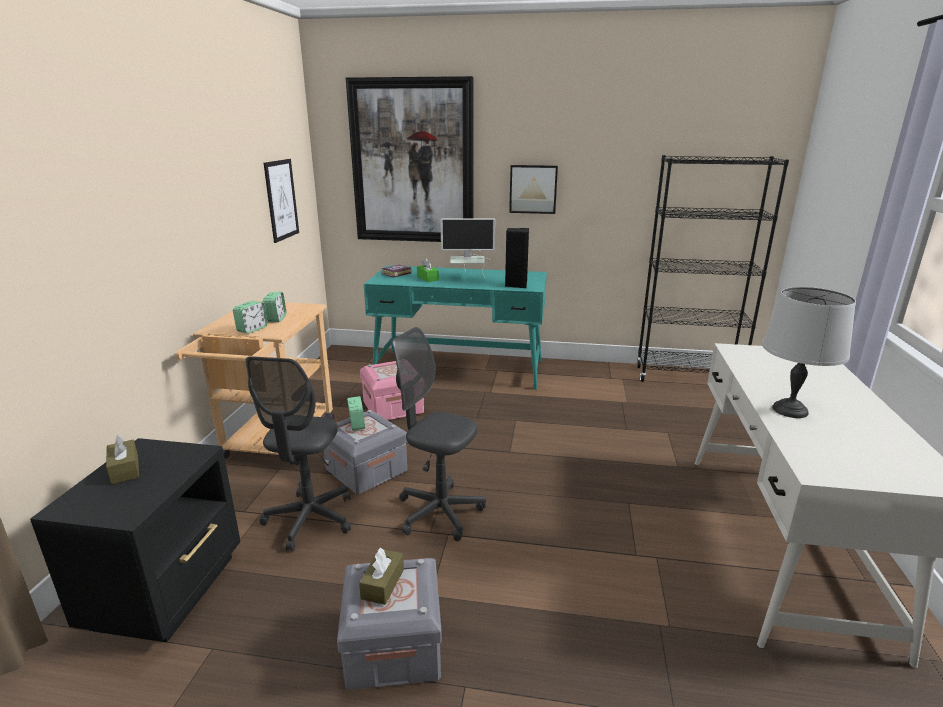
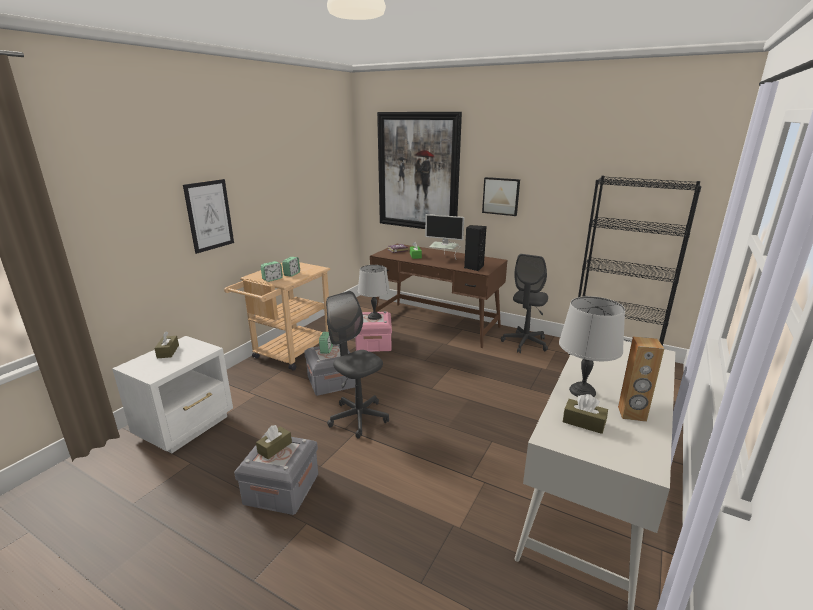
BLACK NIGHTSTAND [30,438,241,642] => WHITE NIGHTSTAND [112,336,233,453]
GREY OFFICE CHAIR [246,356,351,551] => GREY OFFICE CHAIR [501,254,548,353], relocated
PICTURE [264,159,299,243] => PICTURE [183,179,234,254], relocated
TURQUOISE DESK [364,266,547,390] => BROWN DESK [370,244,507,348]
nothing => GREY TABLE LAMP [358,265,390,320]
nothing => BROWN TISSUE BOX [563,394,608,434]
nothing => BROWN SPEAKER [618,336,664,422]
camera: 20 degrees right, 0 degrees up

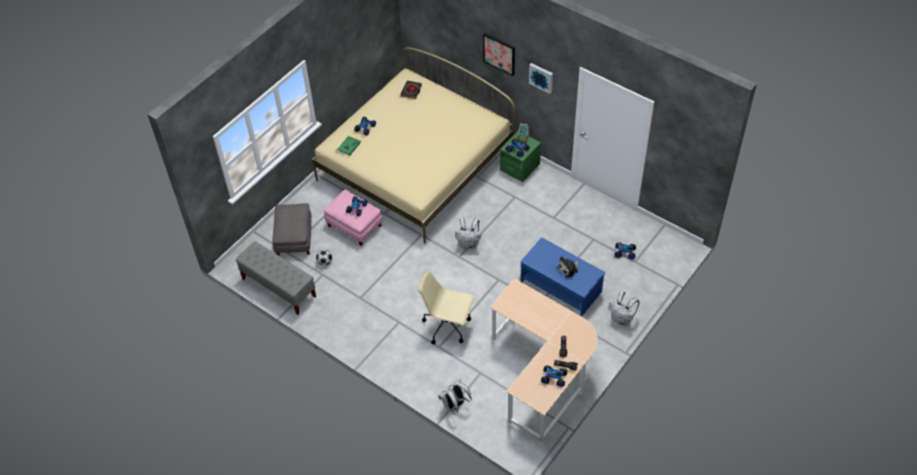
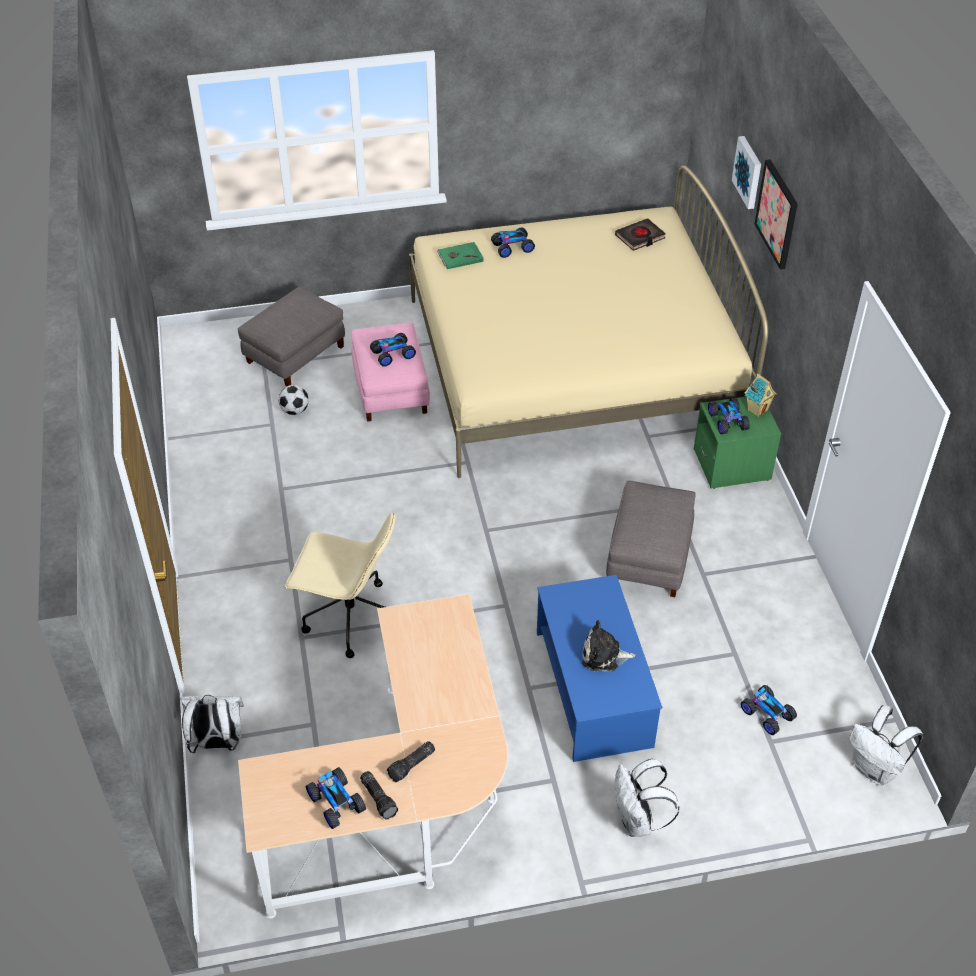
GREY BENCH [236,241,316,315] => nothing
BEIGE OFFICE CHAIR [419,270,475,344] => BEIGE OFFICE CHAIR [285,512,396,658], 135 degrees clockwise
WHITE BACKPACK [455,218,481,249] => WHITE BACKPACK [849,705,923,785], relocated
PICTURE [529,63,553,94] => PICTURE [732,136,761,209], relocated
nothing => GREY OTTOMAN [606,480,695,597]
camera: 40 degrees right, 5 degrees down

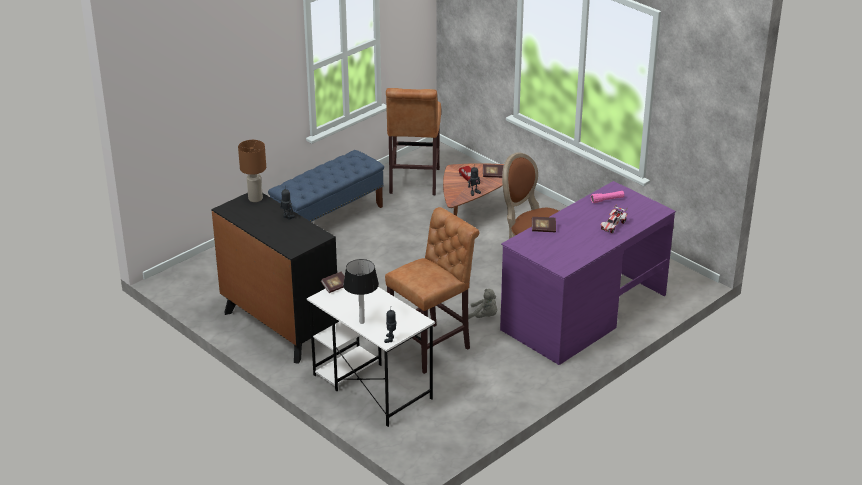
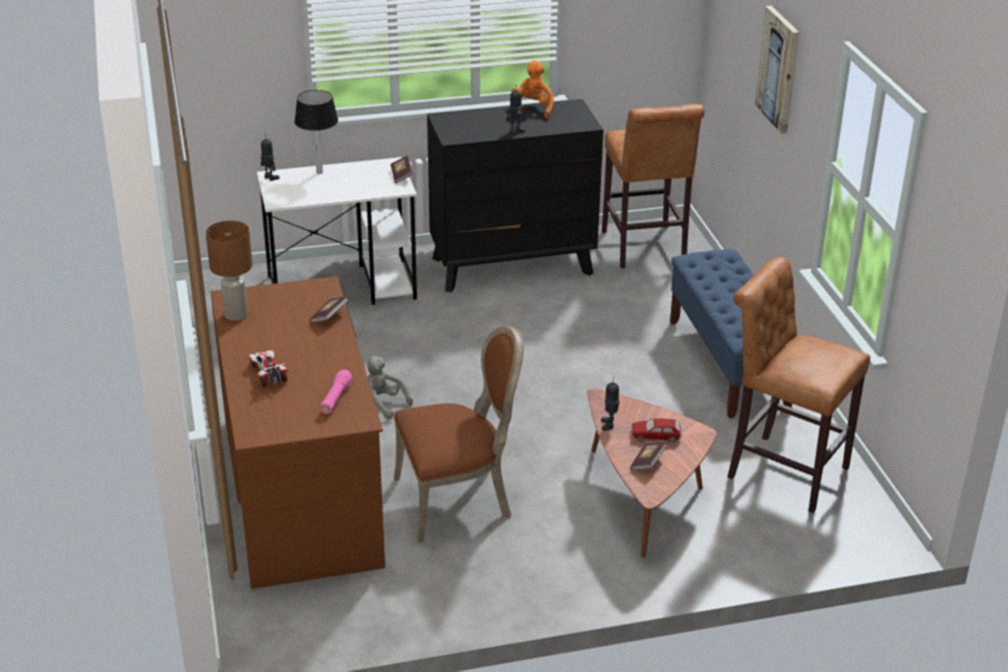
BROWN TABLE LAMP [238,140,266,202] => BROWN TABLE LAMP [206,221,253,321], relocated
BROWN STOOL [385,207,479,374] => BROWN STOOL [602,104,705,269], relocated
GREY PLUSH TOY [468,289,497,319] => GREY PLUSH TOY [367,356,413,419], 75 degrees clockwise
PURPLE DESK [500,181,676,365] => BROWN DESK [211,276,385,589]
nothing => ORANGE PLUSH TOY [512,61,554,119]
nothing => PICTURE [755,6,799,134]
camera: 120 degrees right, 0 degrees up

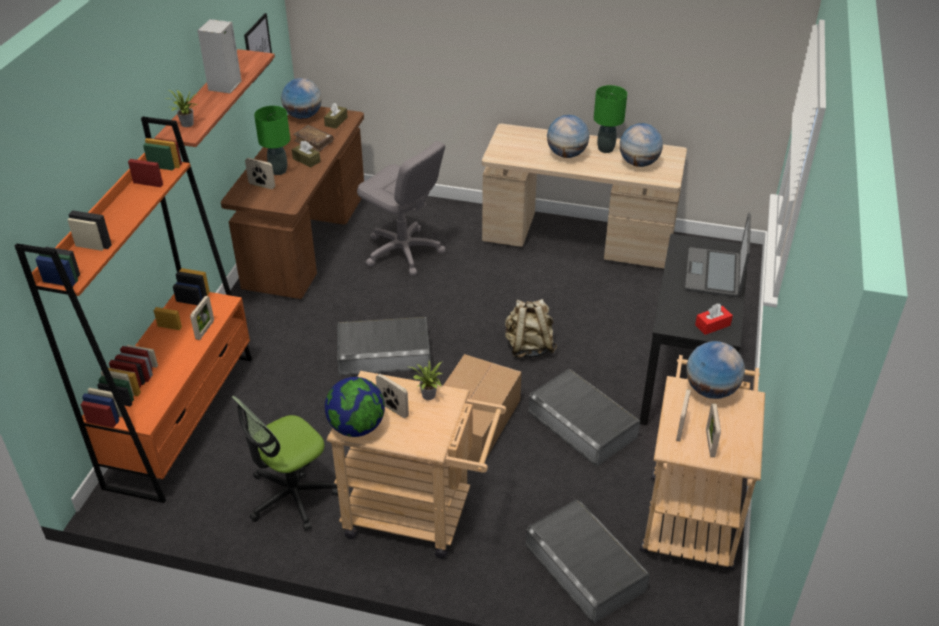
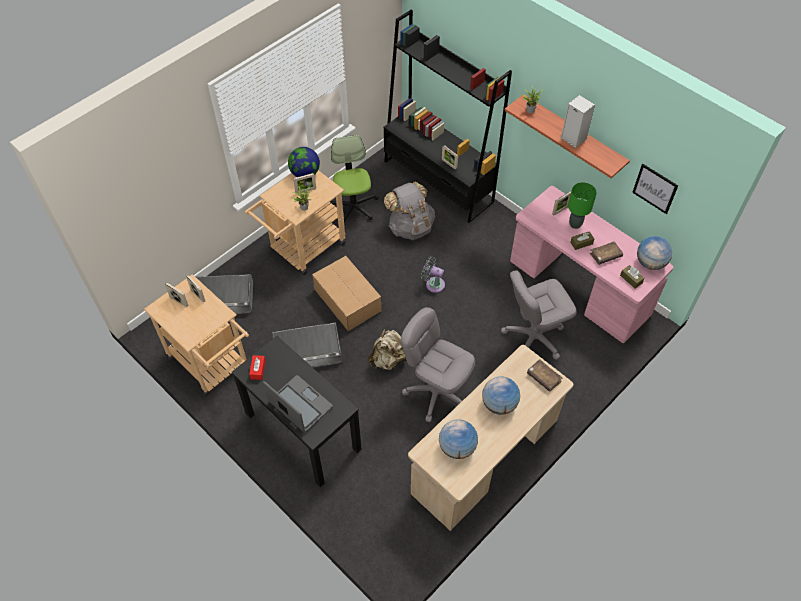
ORANGE BOOKCASE [15,116,252,503] => BLACK BOOKCASE [384,9,512,223]
BROWN DESK [221,107,364,299] => PINK DESK [510,186,674,343]
GREY STORAGE BOX [337,317,431,376] => GREY FAN [421,256,445,293]
GREEN TABLE LAMP [594,85,627,153] => nothing
GLOBE [686,341,745,399] => nothing
nothing => GREY BACKPACK [384,181,435,240]
nothing => GREY OFFICE CHAIR [401,307,475,422]
nothing => BROWN BOOK [527,359,563,392]
camera: 120 degrees right, 15 degrees up

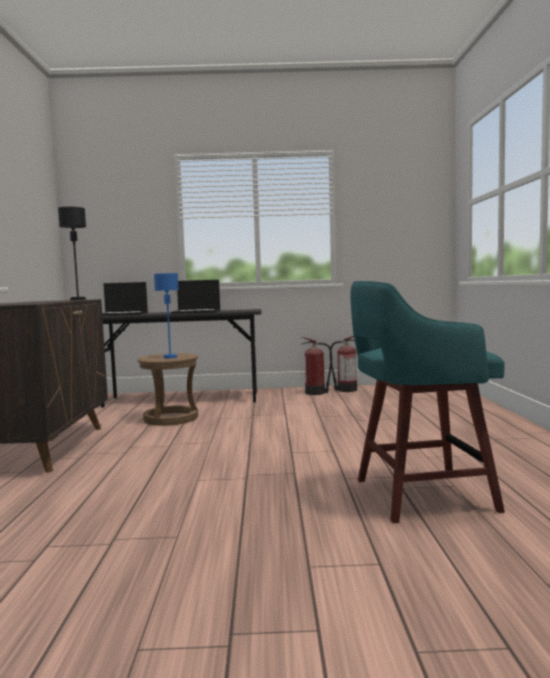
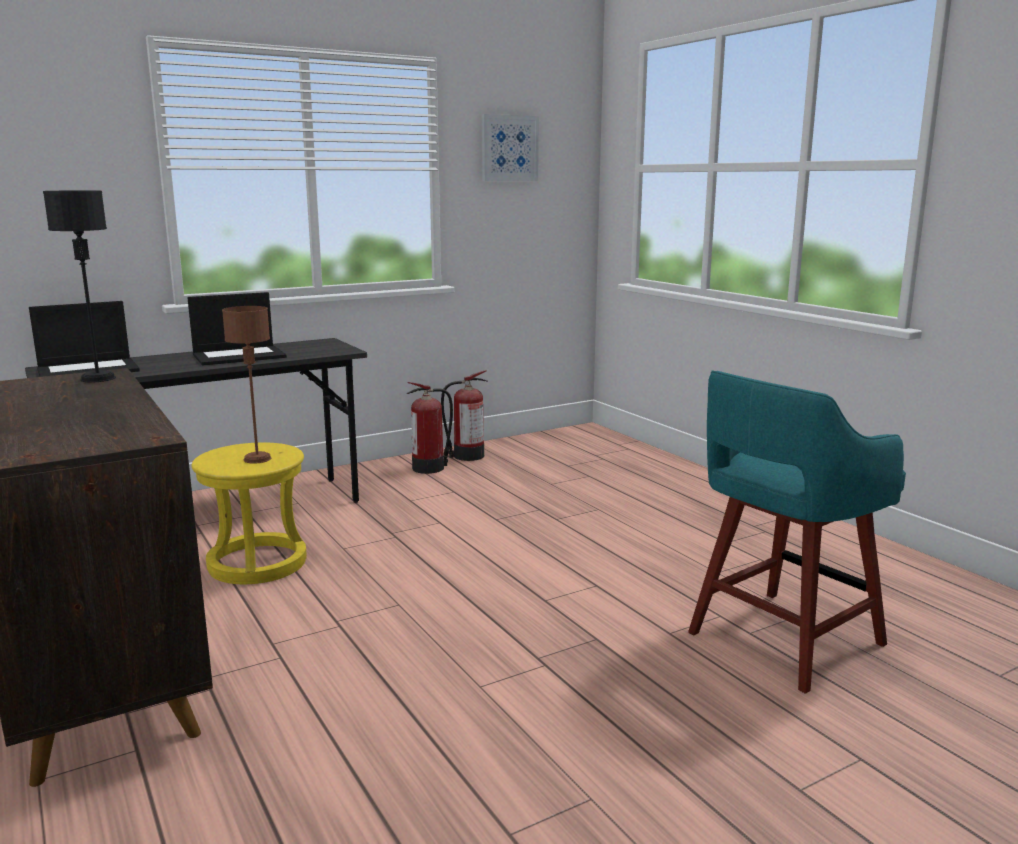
BROWN STOOL [138,353,198,426] => YELLOW STOOL [192,442,307,584]
BLUE TABLE LAMP [154,273,179,358] => BROWN TABLE LAMP [222,306,271,464]
nothing => PICTURE [482,114,539,181]
camera: 30 degrees left, 10 degrees up

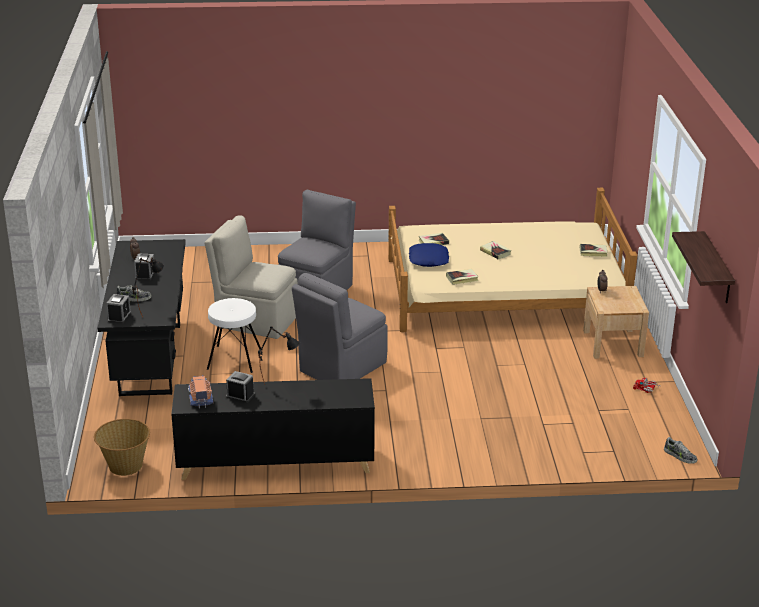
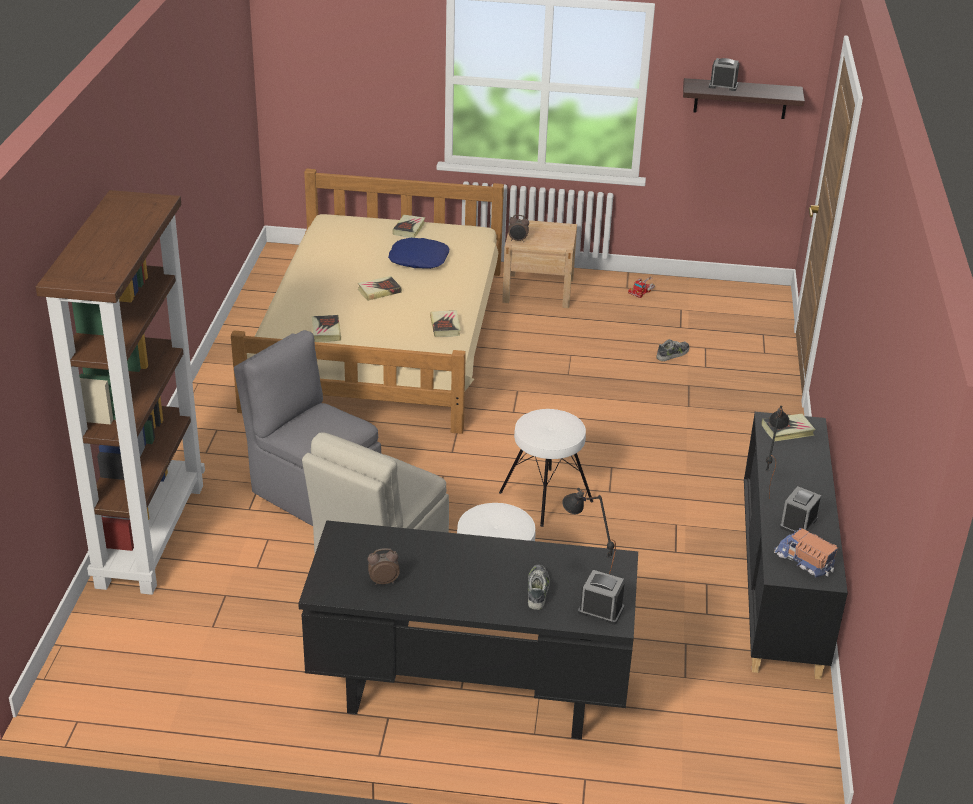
BASKET [94,419,150,476] => nothing
ALARM CLOCK [134,253,154,281] => ALARM CLOCK [709,58,739,91], relocated
TOY TRUCK [188,375,213,408] => TOY TRUCK [774,528,838,577], 45 degrees clockwise
GREY CHAIR [292,273,388,380] => WHITE STOOL [499,409,593,527]
BLUE PILLOW [409,243,449,267] => BLUE PILLOW [388,238,449,269], relocated
SHOE [664,437,697,464] => SHOE [656,339,689,361], relocated
nothing => BROWN BOOKCASE [36,190,205,595]
nothing => BOOK [762,414,816,441]
camera: 80 degrees left, 5 degrees up

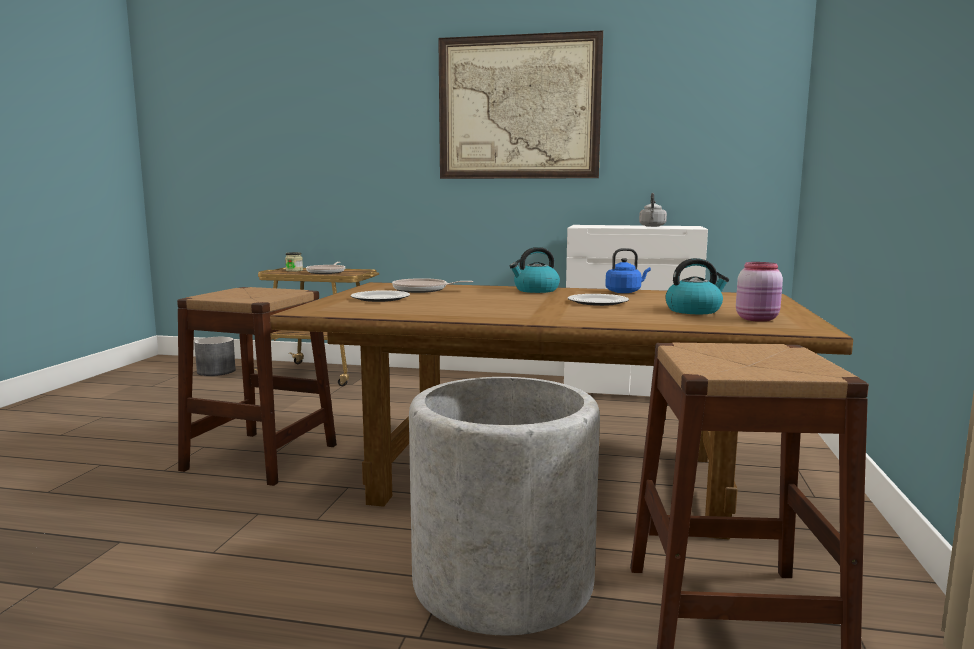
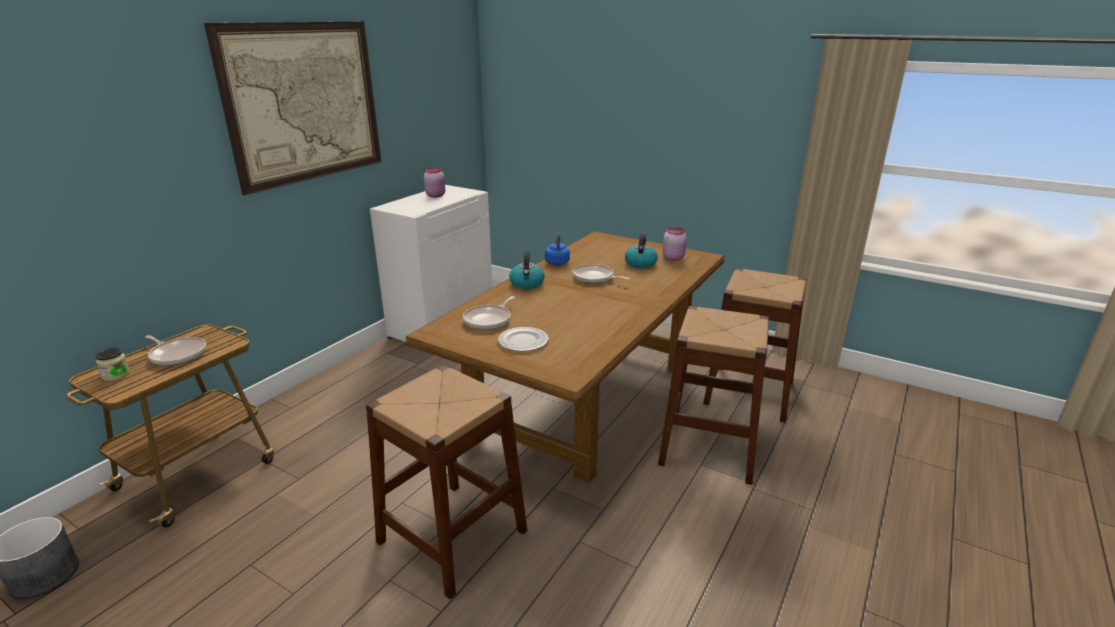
GREY PLANTER [409,377,600,635] => BROWN STOOL [658,306,769,485]
PLATE [568,294,629,306] => FRYING PAN [572,264,630,283]
GREY KETTLE [639,193,667,227] => PINK JAR [424,167,445,197]
camera: 70 degrees left, 15 degrees up

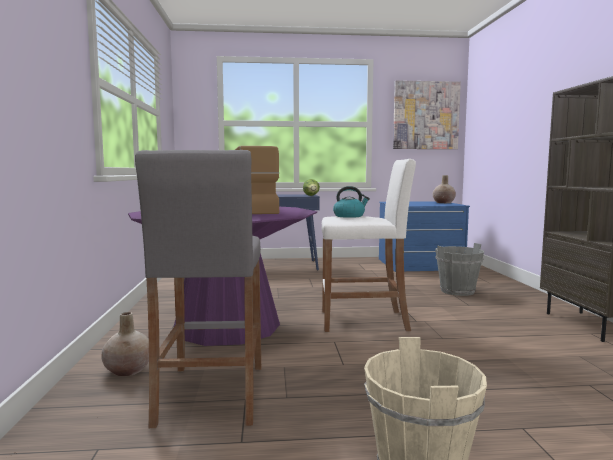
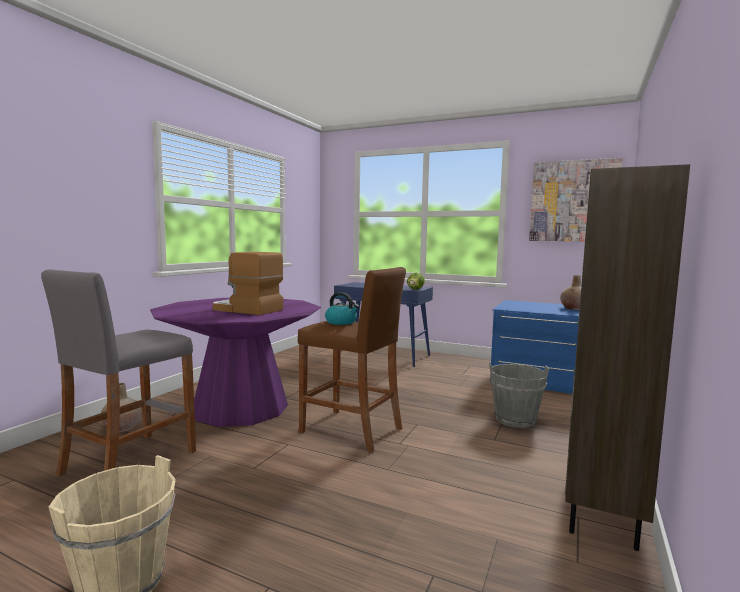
WHITE STOOL [322,159,416,332] => BROWN STOOL [298,267,406,453]
camera: 30 degrees right, 0 degrees up

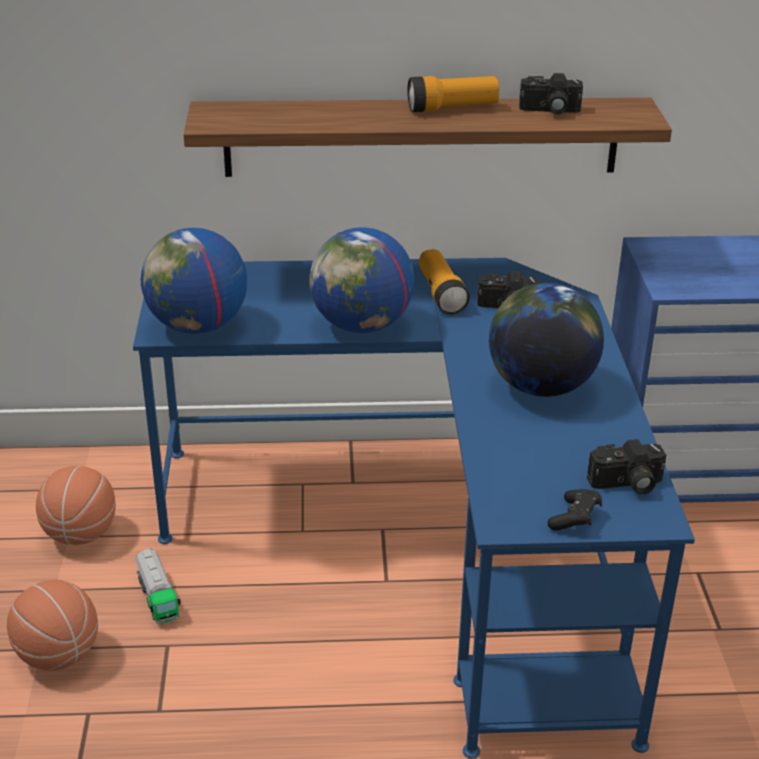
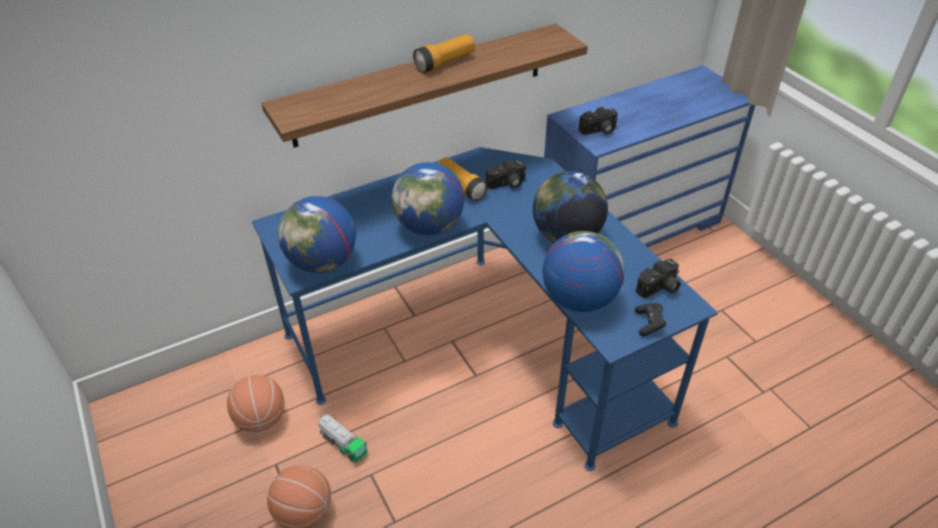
PHOTO CAMERA [519,73,583,115] => PHOTO CAMERA [579,107,618,135], relocated
nothing => GLOBE [542,231,625,312]
camera: 25 degrees left, 10 degrees up

